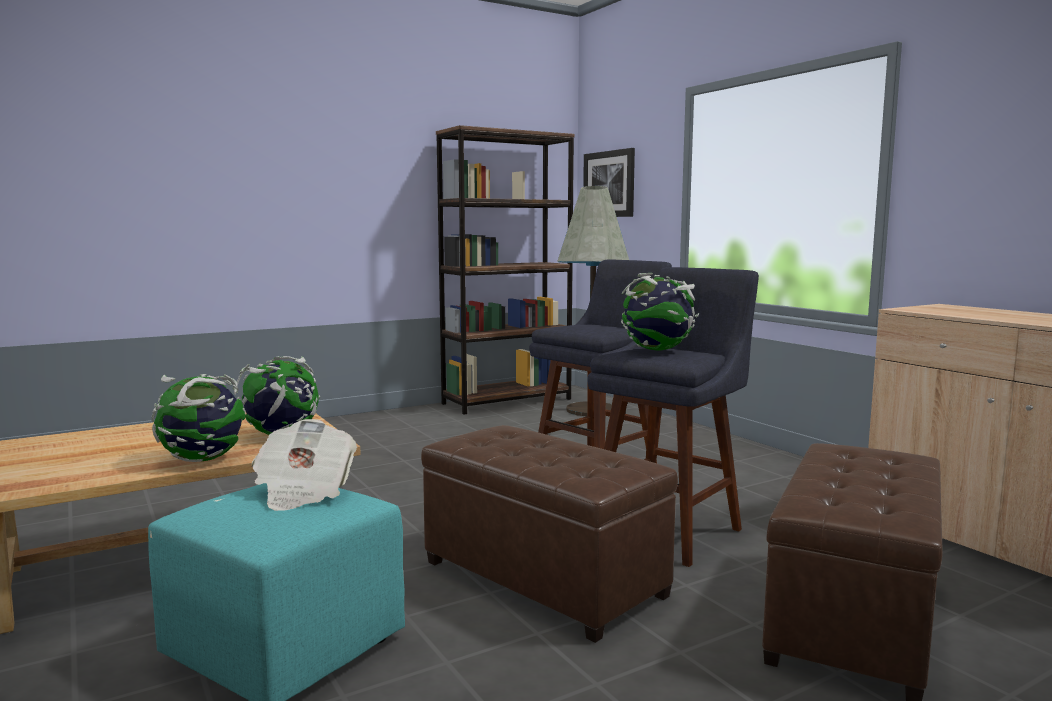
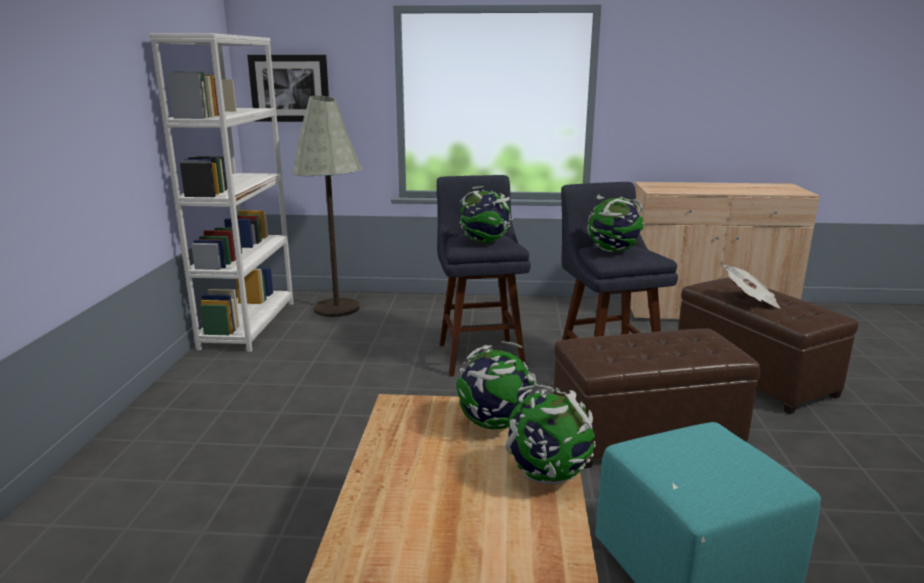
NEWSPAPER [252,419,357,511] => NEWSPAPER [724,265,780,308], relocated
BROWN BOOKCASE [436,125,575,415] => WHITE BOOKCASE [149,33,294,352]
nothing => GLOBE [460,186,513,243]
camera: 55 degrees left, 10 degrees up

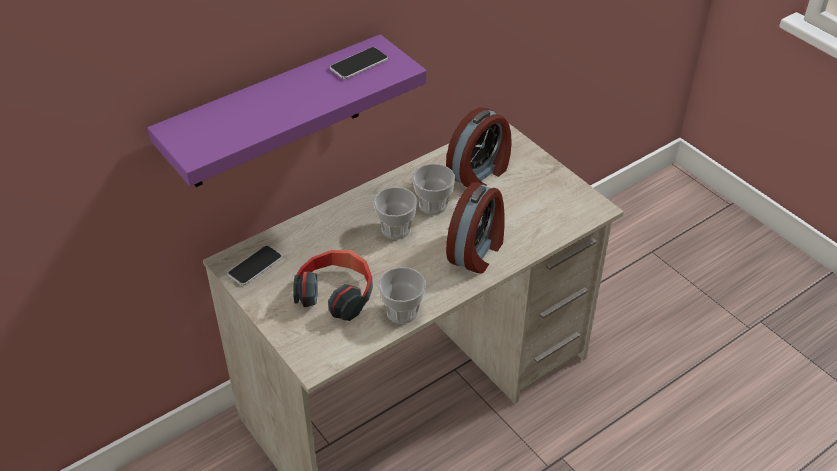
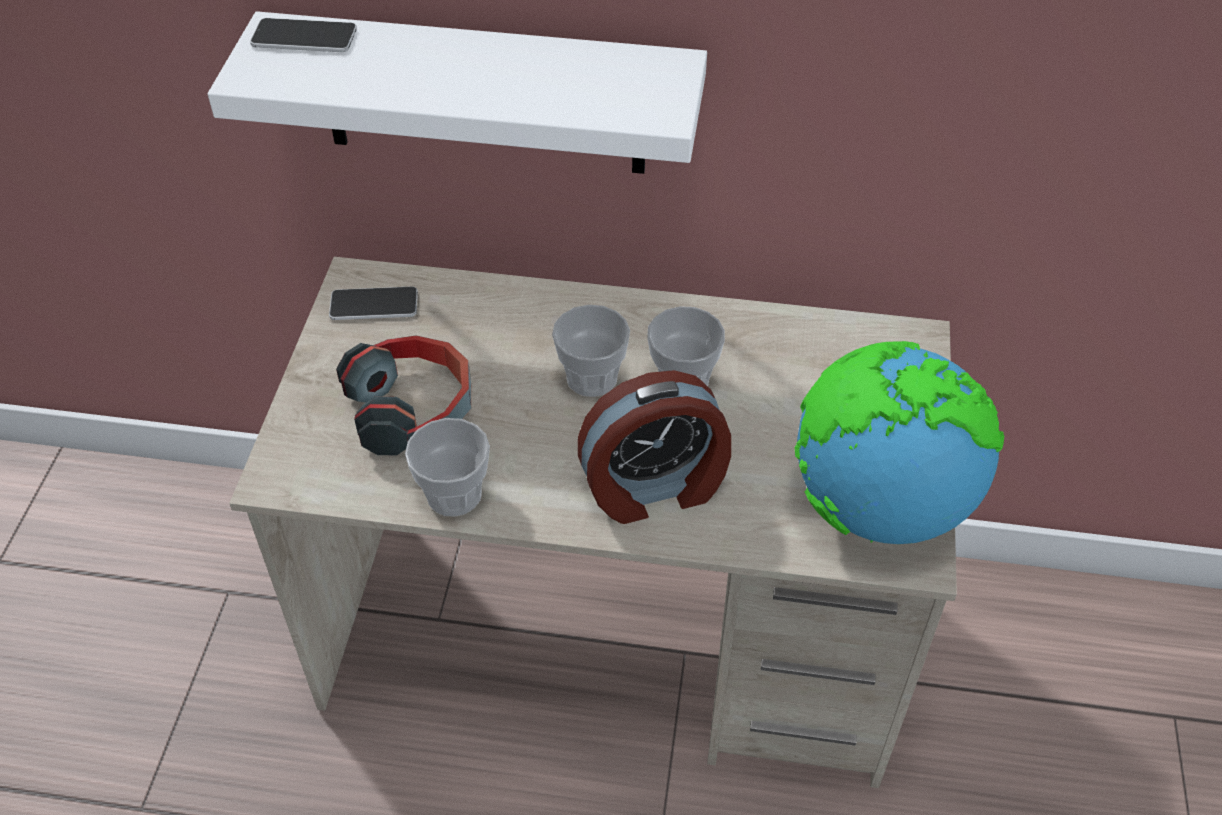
PURPLE SHELF [147,34,427,187] => WHITE SHELF [208,11,707,174]
PHONE [330,47,388,79] => PHONE [250,18,357,52], relocated
ALARM CLOCK [446,107,512,187] => nothing
nothing => GLOBE [794,341,1004,544]
camera: 45 degrees right, 5 degrees up

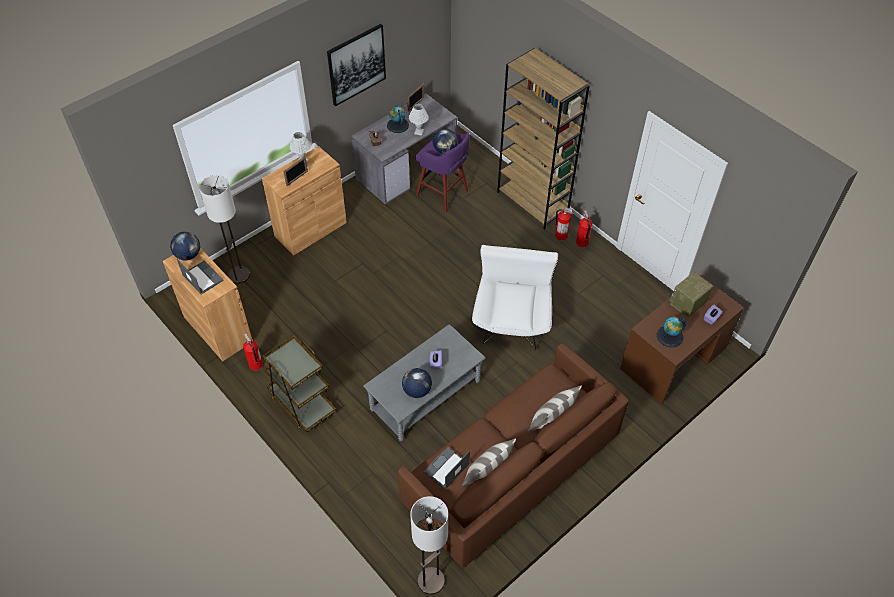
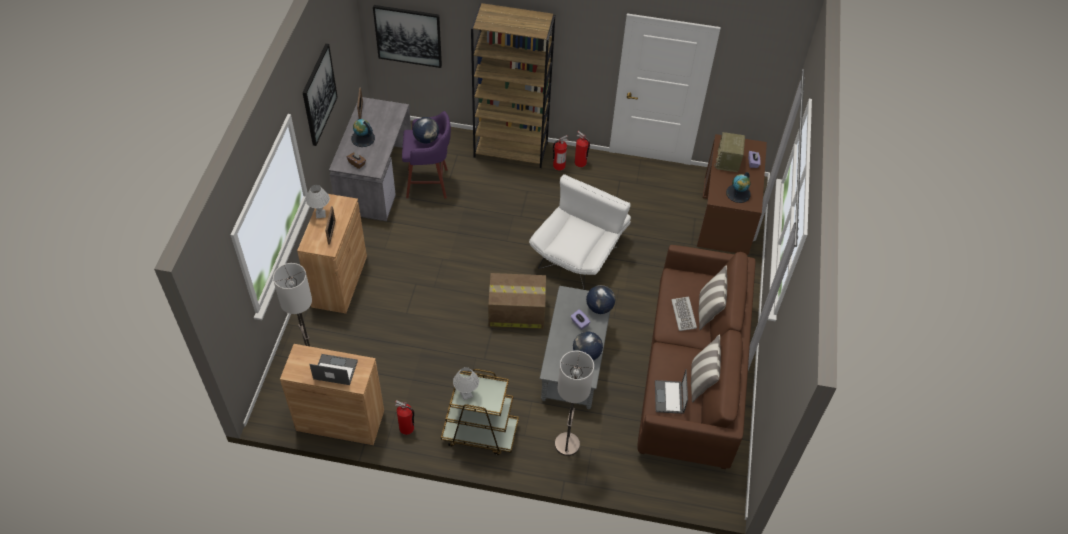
GLOBE [170,232,200,260] => GLOBE [586,285,615,314], relocated
WHITE TABLE LAMP [409,104,429,136] => WHITE TABLE LAMP [453,367,479,400], relocated
FLOOR LAMP [410,496,448,594] => FLOOR LAMP [555,351,594,456], relocated
WHITE ARMCHAIR [472,245,558,350] => WHITE ARMCHAIR [529,174,631,290], 60 degrees clockwise
nothing => PICTURE [373,5,442,68]
nothing => CARDBOARD BOX [488,273,546,329]
nothing => KEYBOARD [671,297,697,331]
camera: 40 degrees left, 0 degrees up

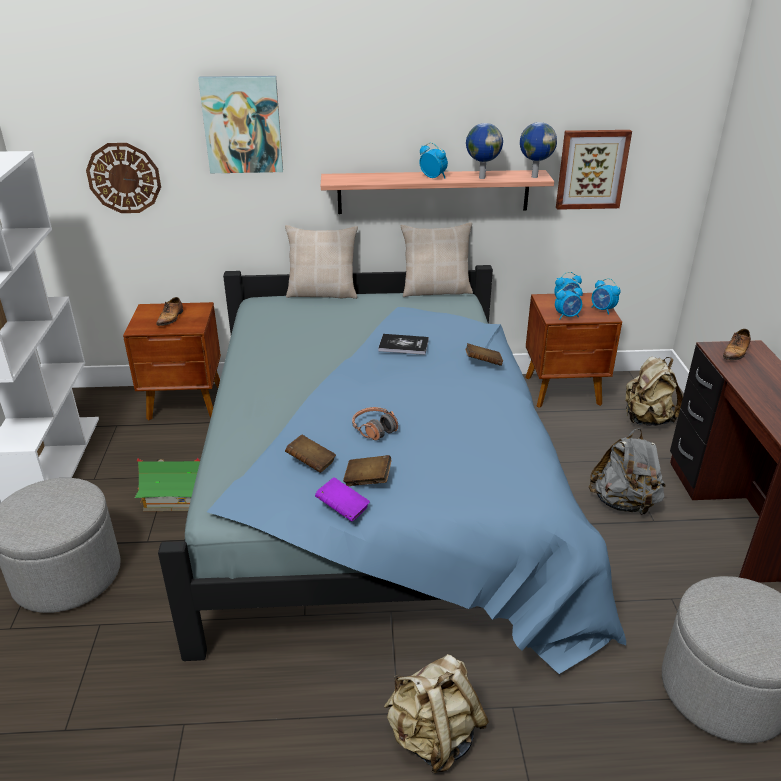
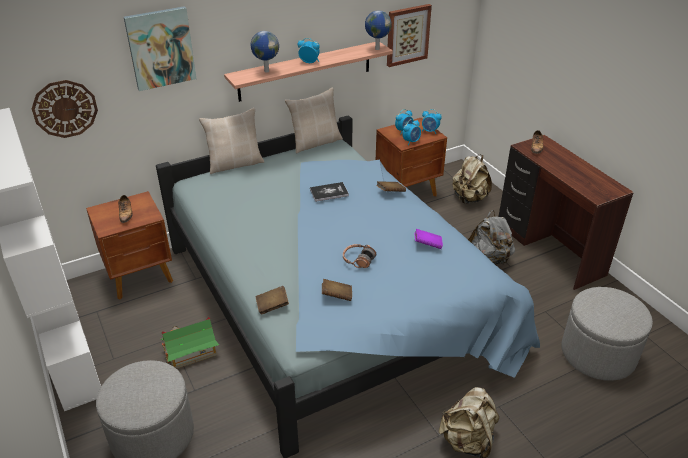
PURPLE BOOK [315,477,370,522] => PURPLE BOOK [414,229,443,249], relocated
BROWN BOOK [343,455,392,486] => BROWN BOOK [256,286,289,315], relocated
GLOBE [466,123,503,179] => GLOBE [251,31,279,73], relocated
camera: 25 degrees left, 5 degrees up

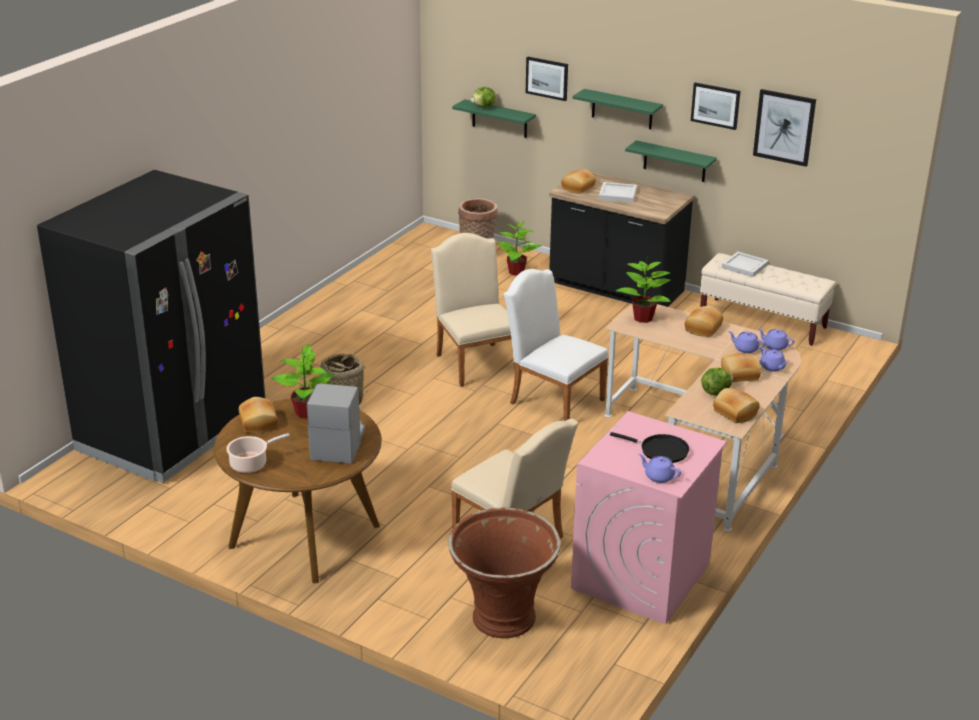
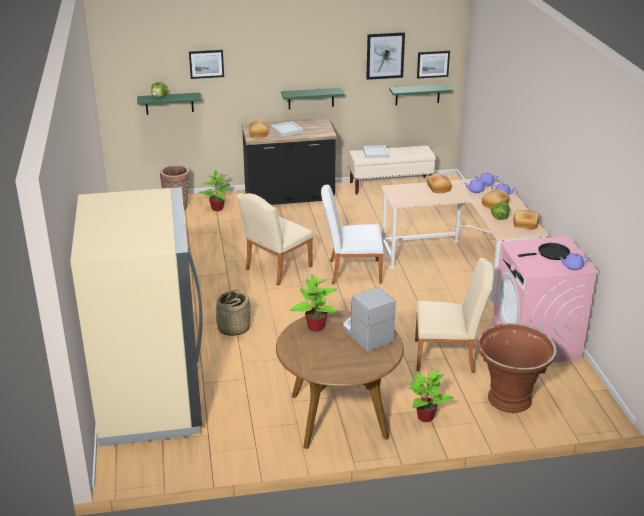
BLACK FRIDGE [37,170,266,483] => BEIGE FRIDGE [70,187,203,447]
COOKING POT [226,433,290,473] => nothing
BREAD [239,397,278,433] => nothing
BEIGE CHAIR [431,233,515,387] => BEIGE CHAIR [236,193,313,286], 75 degrees counterclockwise
GREEN SHELF [573,89,663,129] => GREEN SHELF [389,84,452,106], relocated
POTTED PLANT [616,258,671,323] => POTTED PLANT [410,370,454,422], relocated
PICTURE [691,82,740,130] => PICTURE [417,51,450,79], relocated
camera: 40 degrees left, 0 degrees up

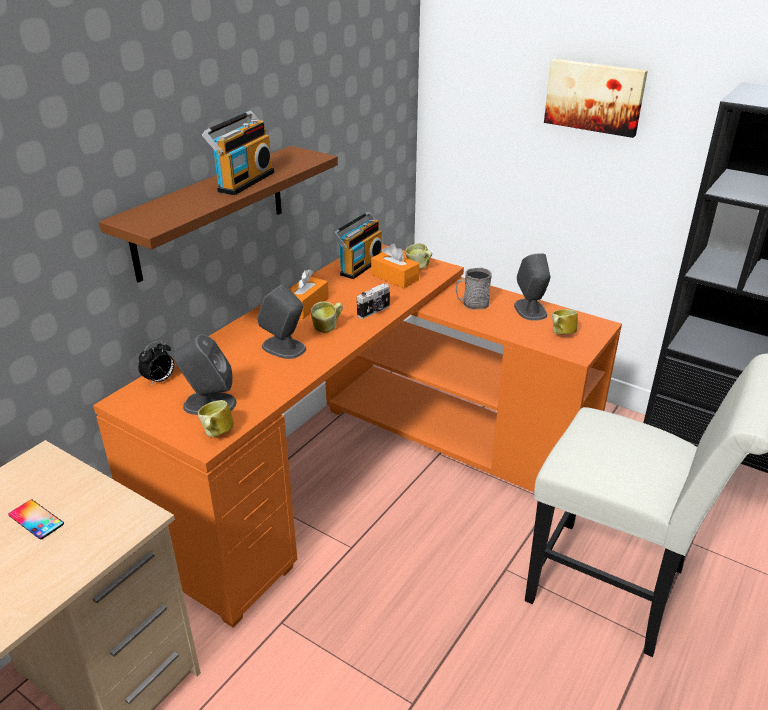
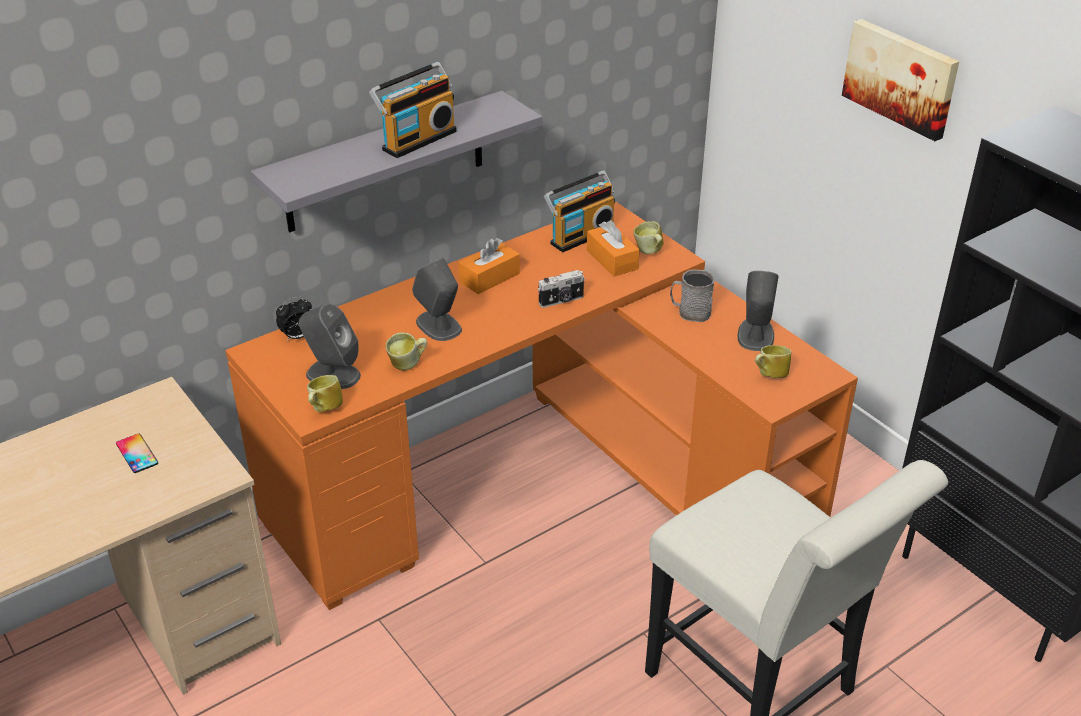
BROWN SHELF [99,146,338,283] => GREY SHELF [251,91,542,232]
MUG [311,301,343,333] => MUG [386,332,427,371], relocated
camera: 20 degrees right, 5 degrees up

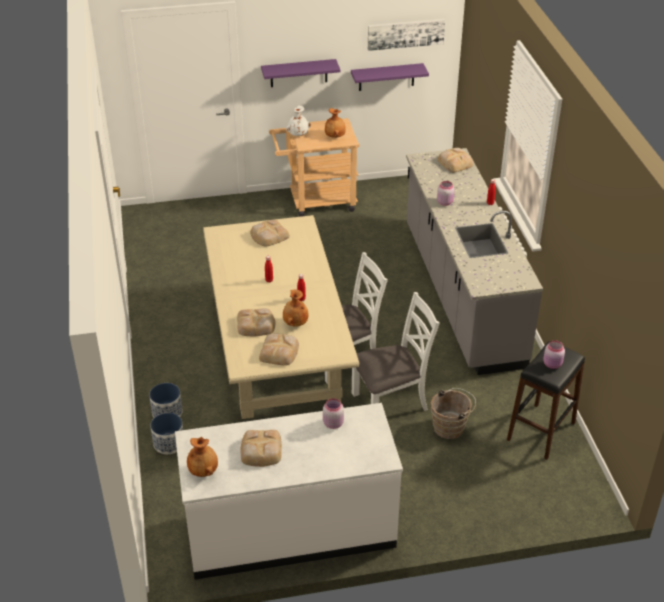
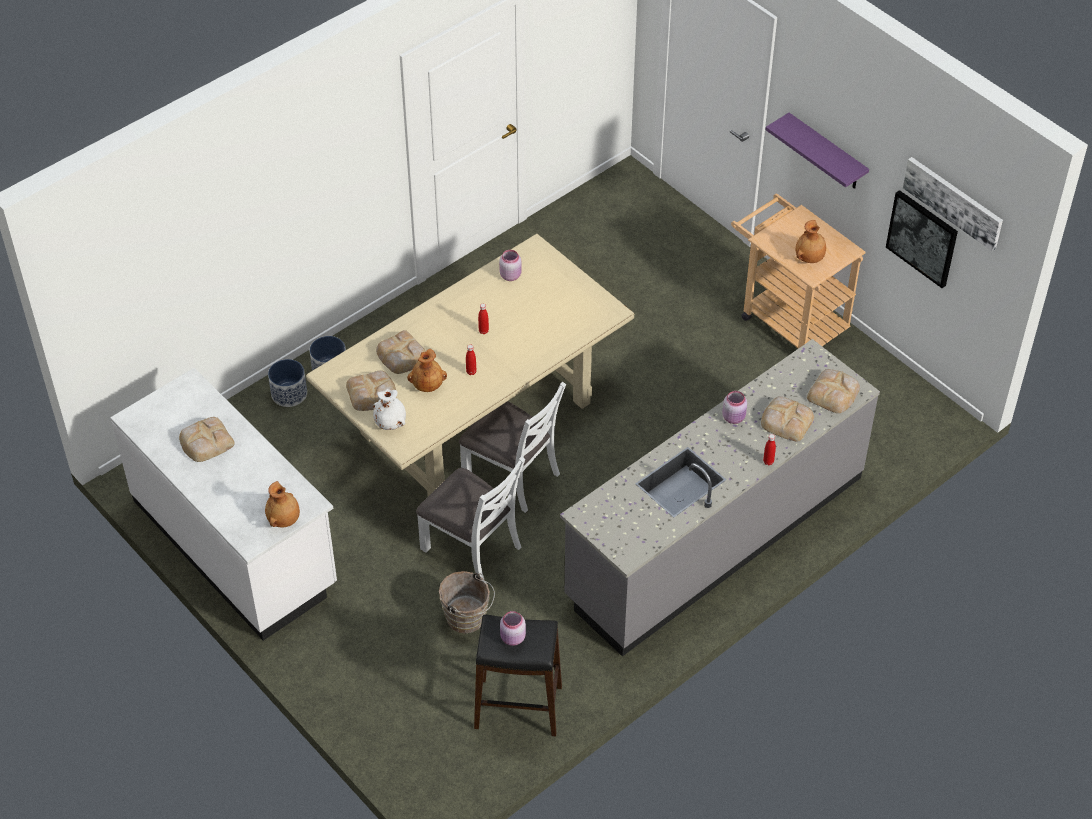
BROWN VASE [187,437,218,477] => BROWN VASE [265,481,300,527], relocated
BREAD [250,219,290,246] => BREAD [761,396,814,441], relocated
WHITE VASE [286,106,311,136] => WHITE VASE [373,389,406,430], relocated
PINK JAR [323,398,344,429] => PINK JAR [499,250,521,281], relocated
PURPLE SHELF [351,63,429,91] => PICTURE [886,190,958,288]
camera: 60 degrees right, 10 degrees up

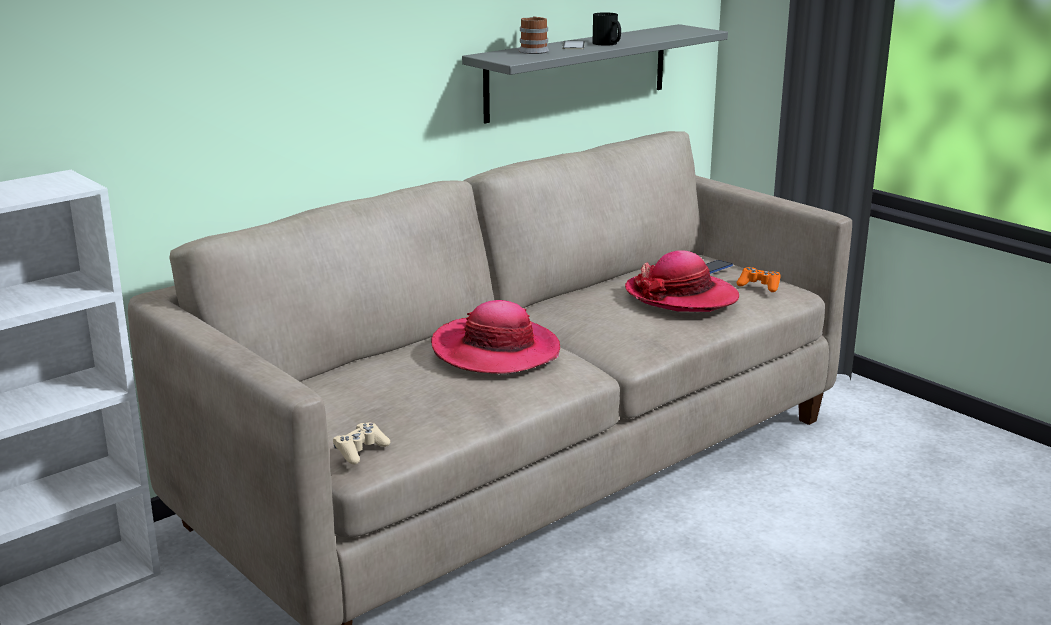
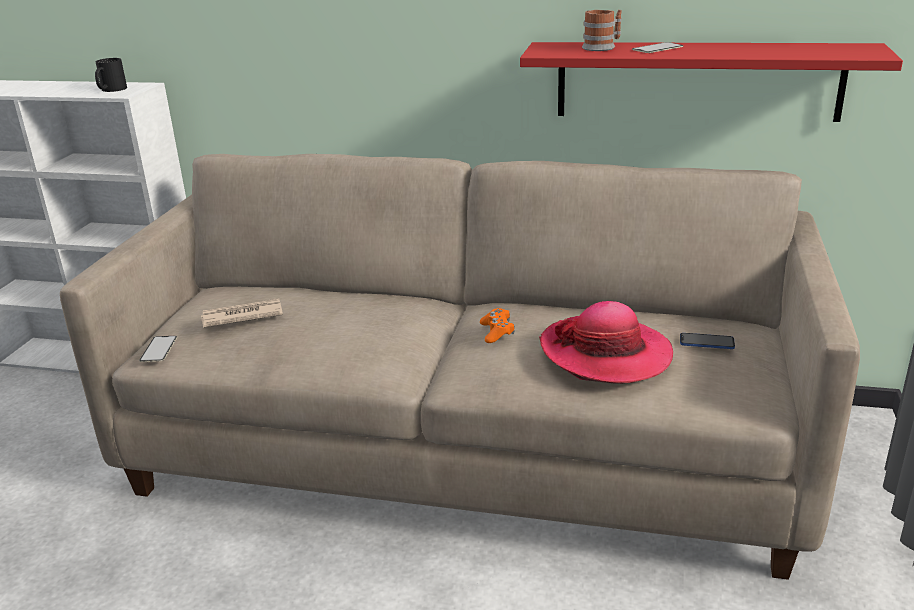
BEIGE GAME CONTROLLER [333,423,390,464] => PHONE [139,336,177,362]
HAT [431,300,560,374] => nothing
GREY SHELF [462,24,728,123] => RED SHELF [520,42,903,122]
BLACK MUG [592,12,621,46] => BLACK MUG [95,58,127,92], relocated
ORANGE GAME CONTROLLER [736,267,780,292] => ORANGE GAME CONTROLLER [480,308,515,343], relocated
nothing => NEWSPAPER [201,299,283,328]
camera: 55 degrees right, 5 degrees up

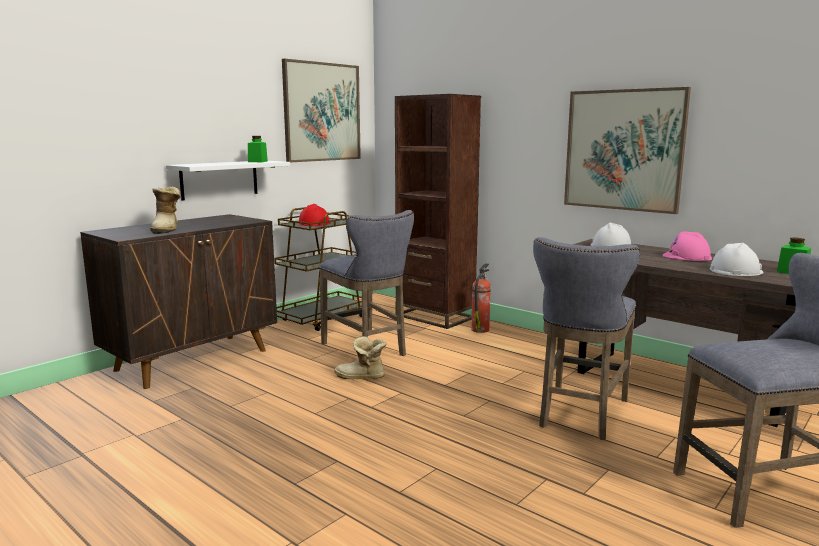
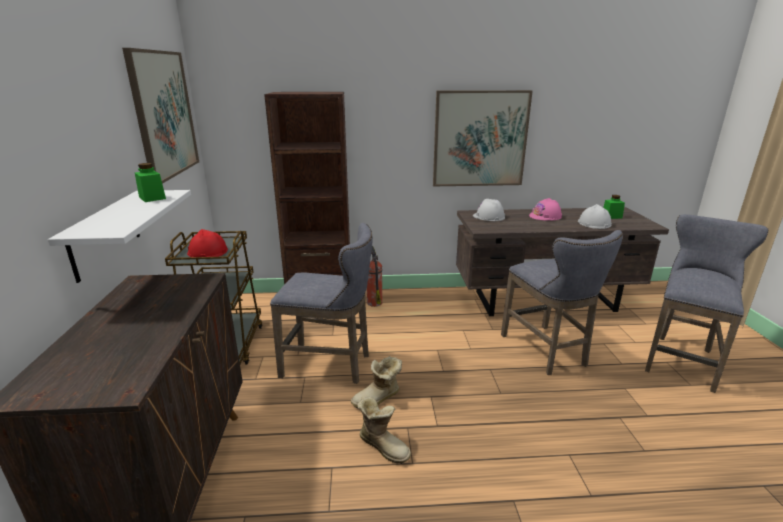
BOOT [150,187,181,234] => BOOT [357,397,411,464], relocated
camera: 45 degrees left, 10 degrees up

